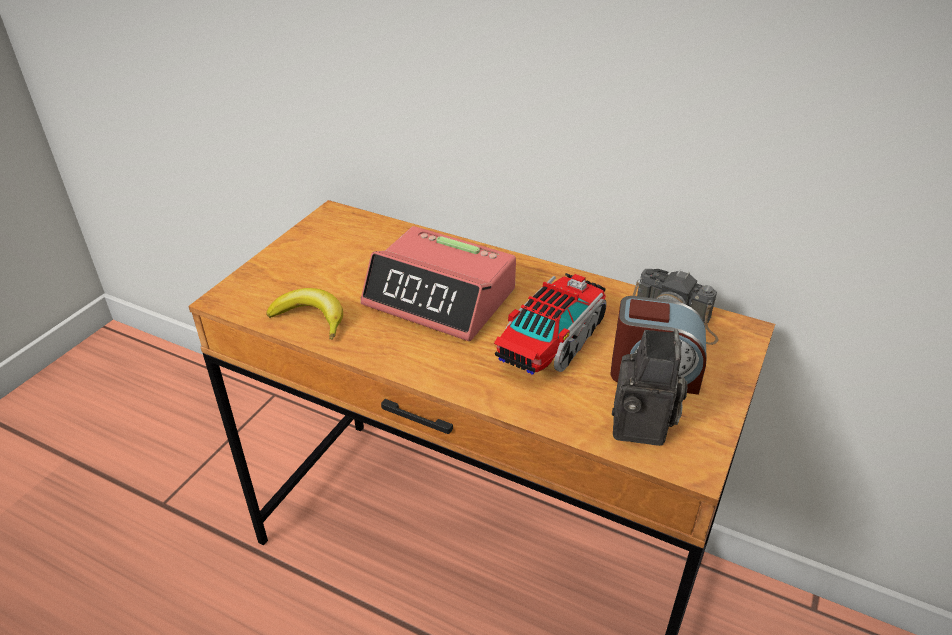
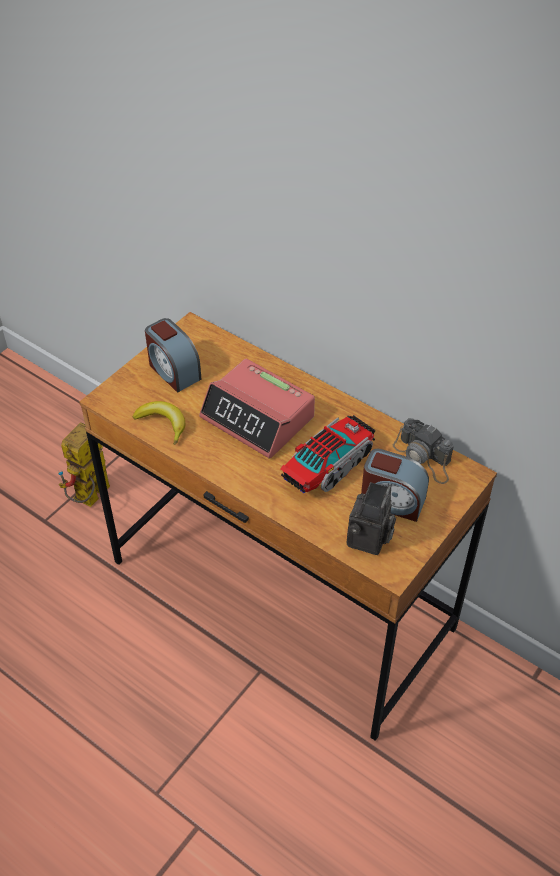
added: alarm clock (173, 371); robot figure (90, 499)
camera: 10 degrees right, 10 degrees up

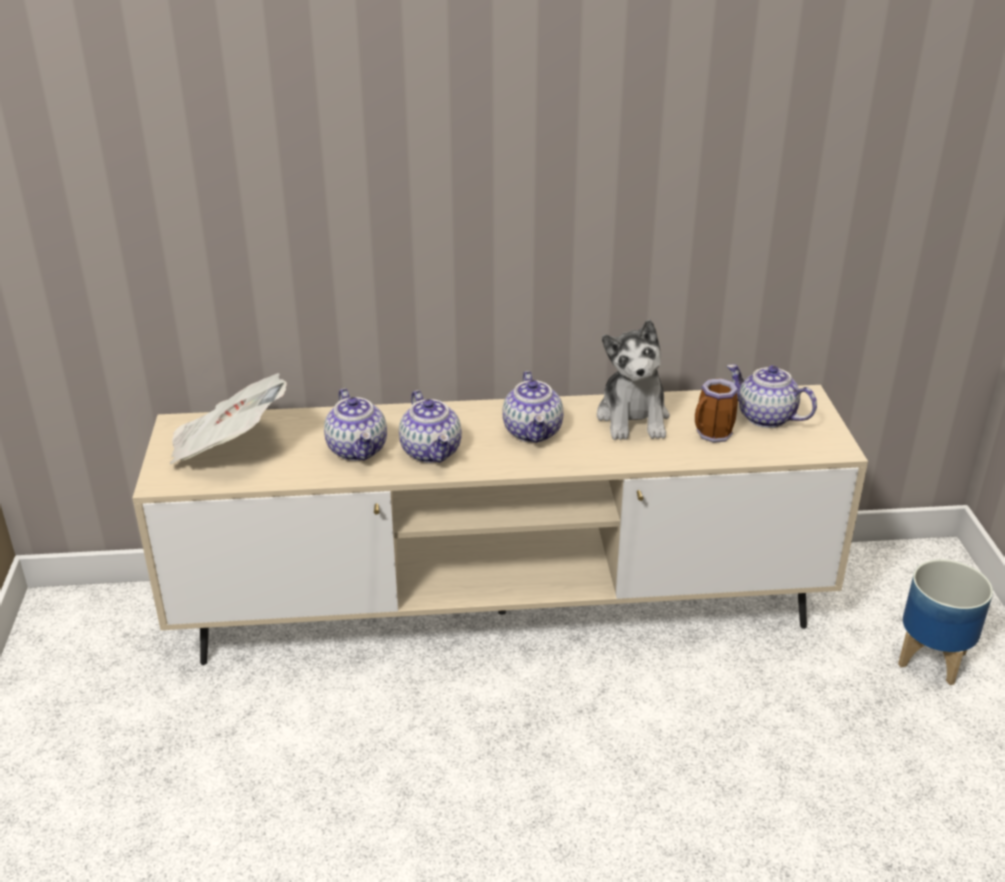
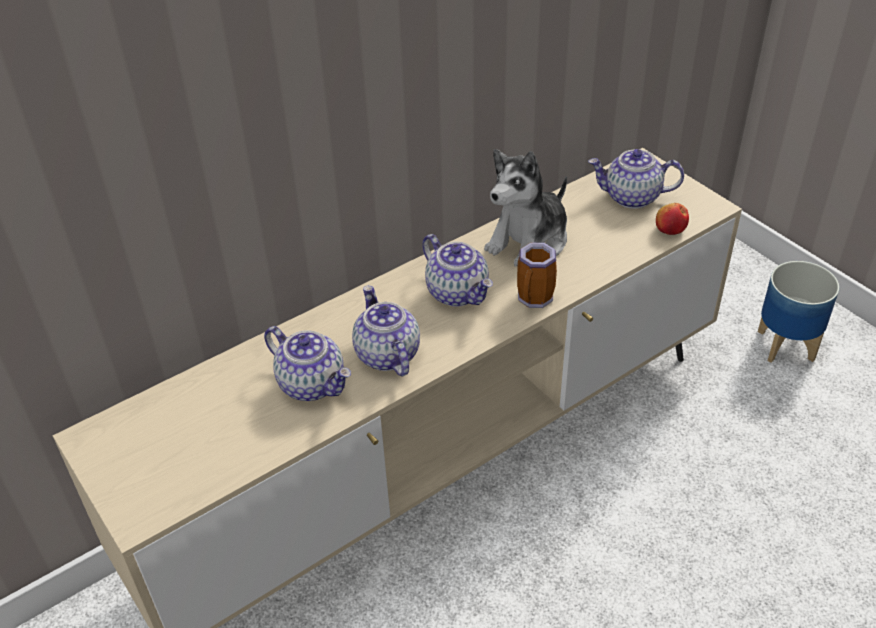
removed: newspaper (228, 447)
added: apple (670, 229)
moved: tea mug (712, 436) to (535, 300)
turned: plush toy (633, 418) = (529, 241) 75 degrees clockwise; tea pot (432, 452) = (386, 354) 150 degrees counterclockwise
camera: 30 degrees left, 10 degrees up

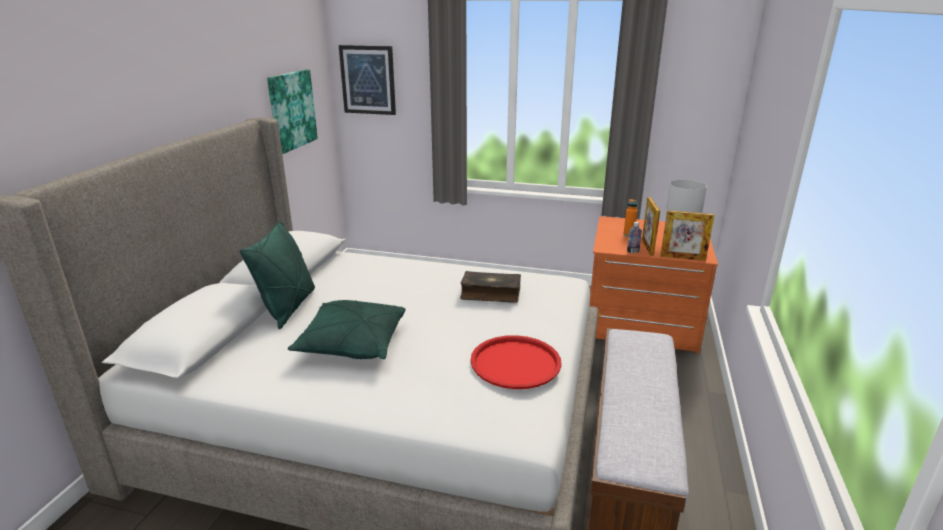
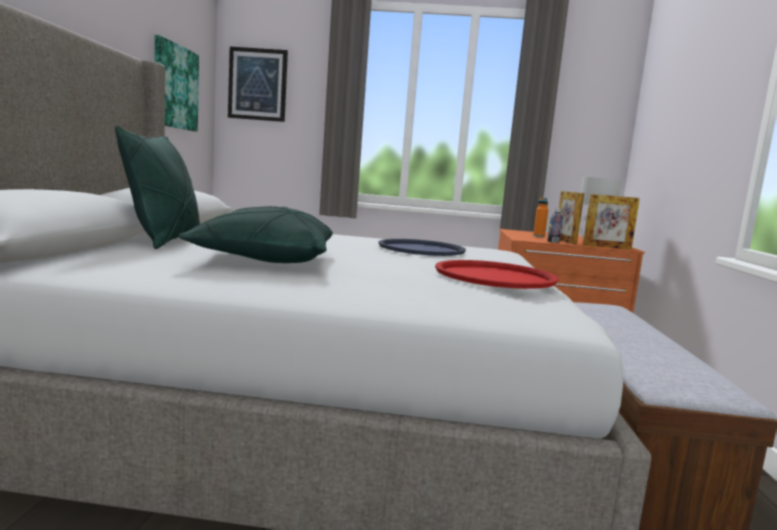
replaced: volume (490, 293) to blue-coloured serving tray (421, 249)
camera: 10 degrees left, 15 degrees down

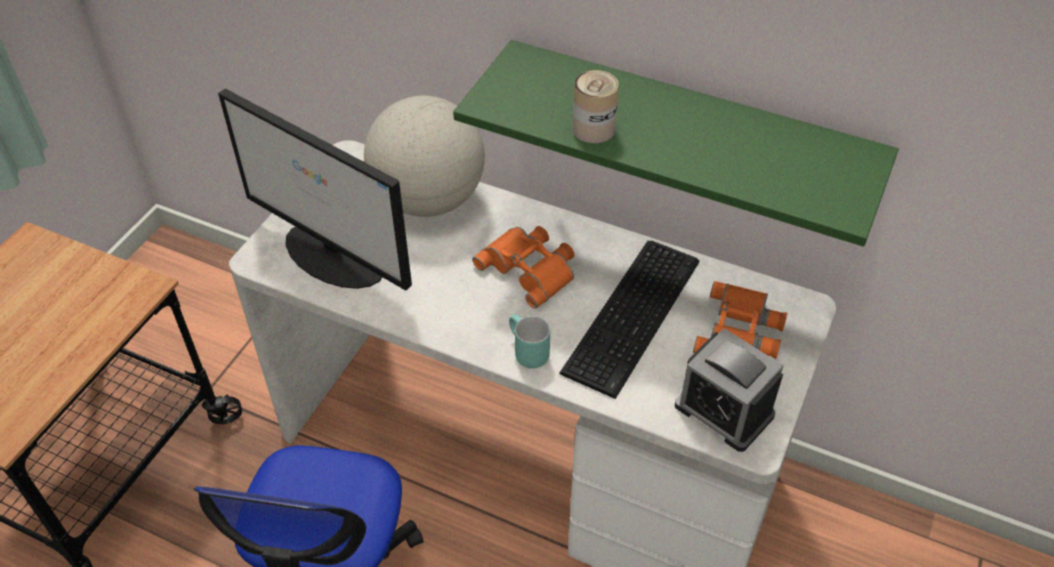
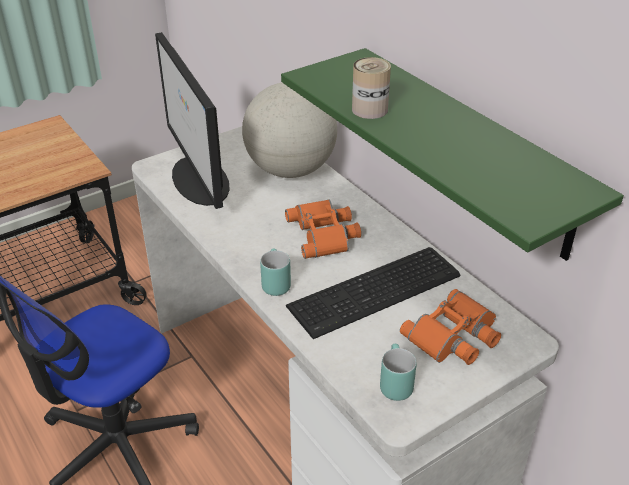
replaced: alarm clock (724, 410) to turquoise tea mug (393, 383)
camera: 30 degrees right, 10 degrees down

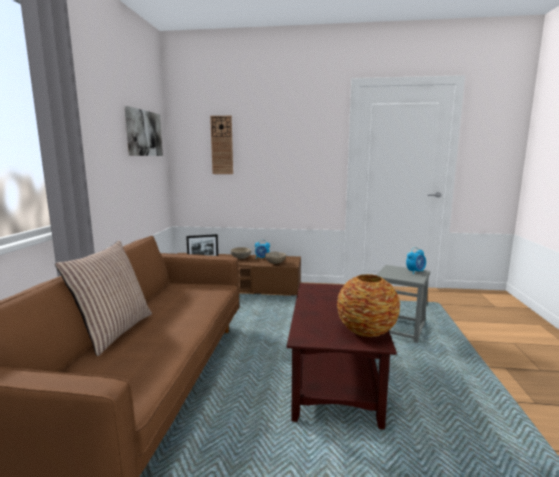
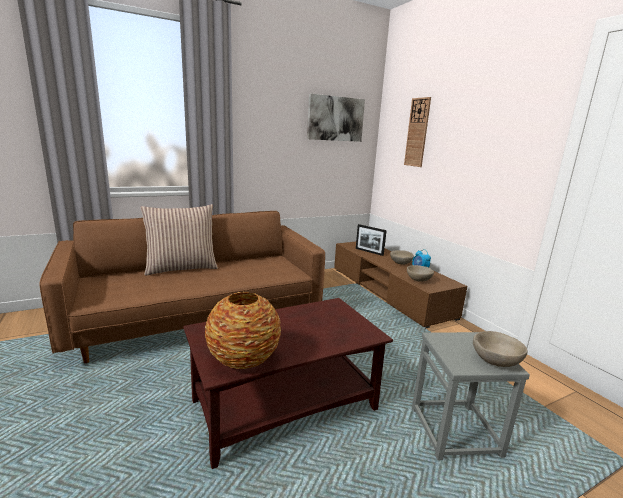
replaced: alarm clock (415, 272) to beige serving bowl (495, 361)
camera: 55 degrees right, 5 degrees up

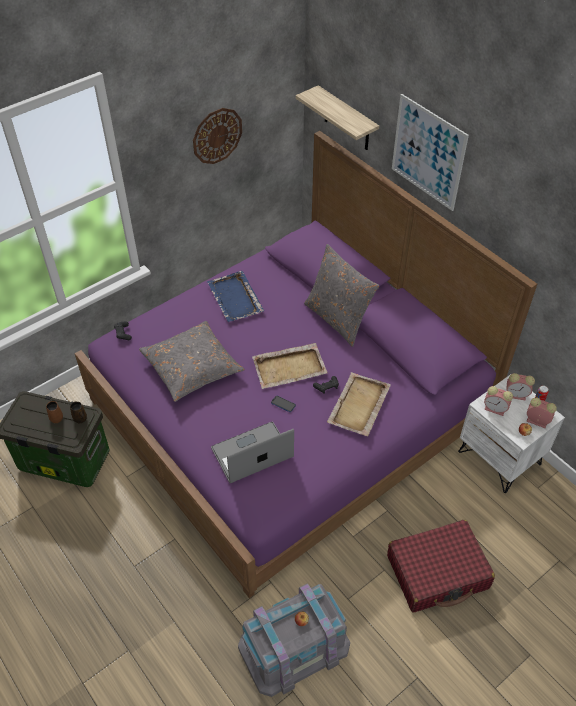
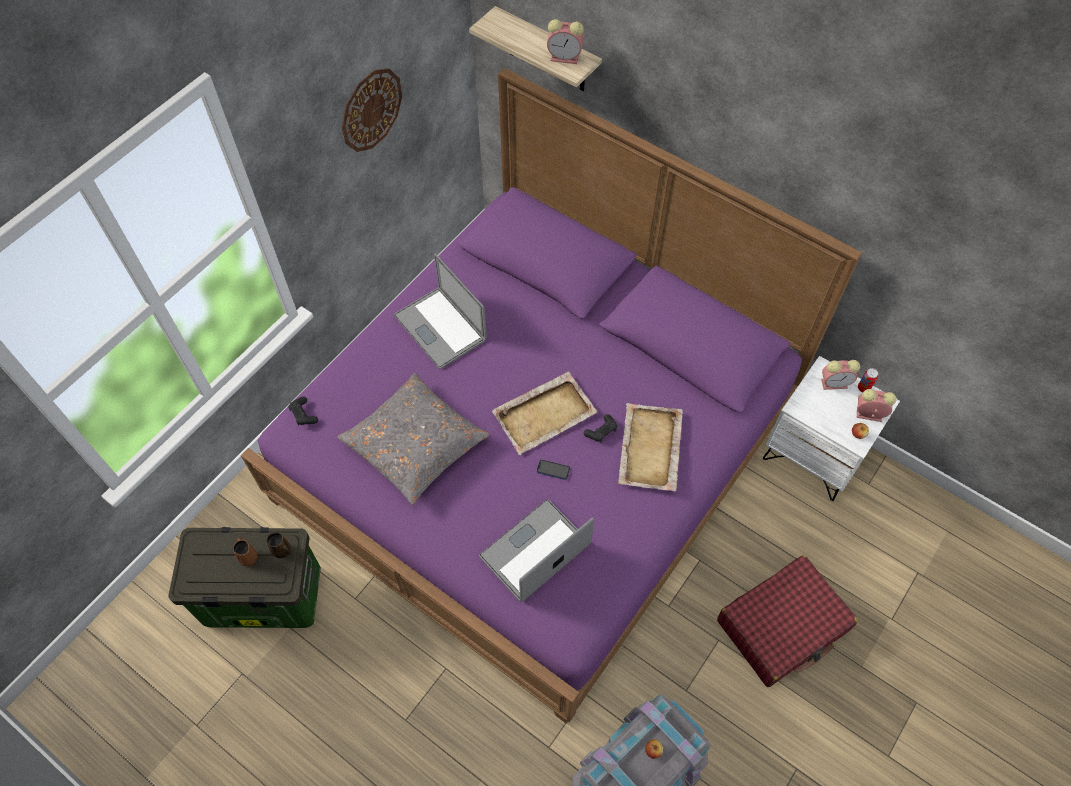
removed: wall art (428, 152); greyish pillow (338, 319)
moved: alarm clock (495, 409) to (566, 57)
replaced: blue-coloured serving tray (235, 298) to laptop (440, 327)
camera: 15 degrees left, 10 degrees up

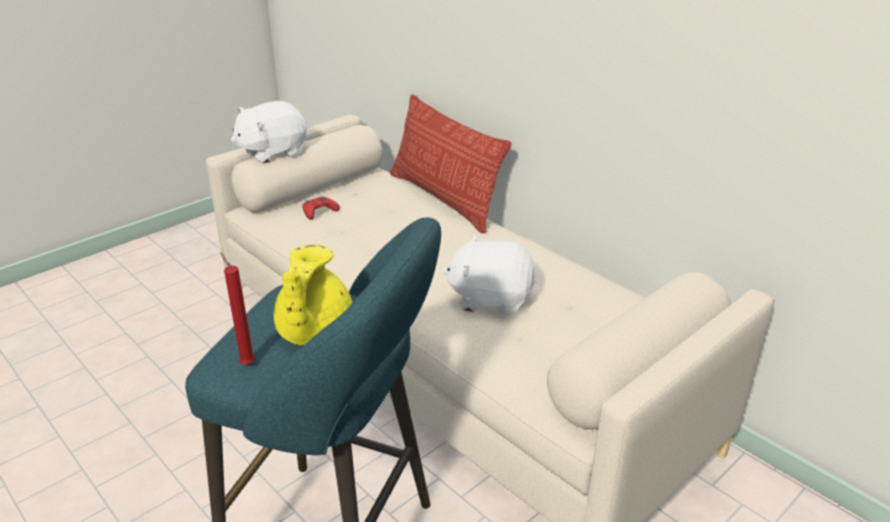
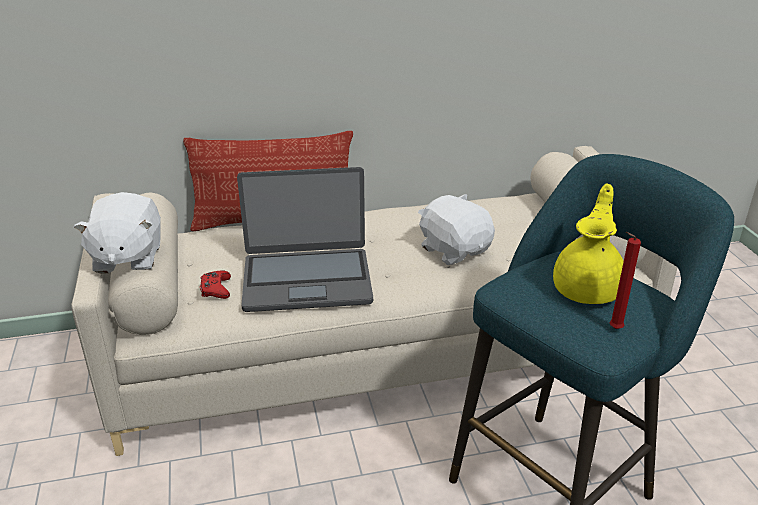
added: laptop (307, 280)
turned: white plush toy (491, 298) = (454, 250) 105 degrees clockwise; yellow tea pot (313, 333) = (588, 288) 105 degrees counterclockwise
camera: 60 degrees left, 0 degrees up

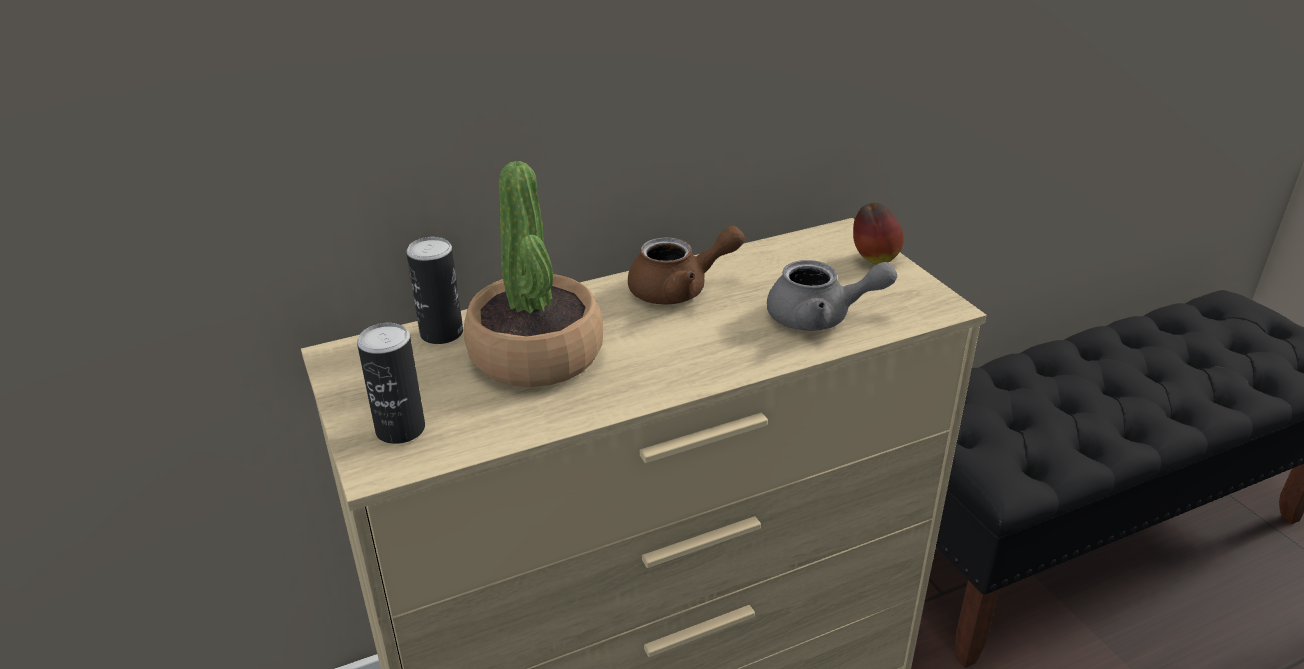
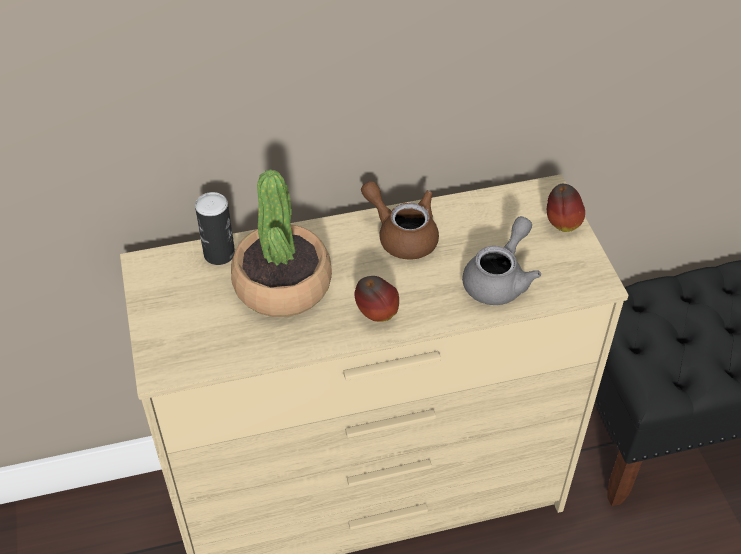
removed: can (400, 429)
added: apple (376, 315)
turned: brown-coloured tea pot (680, 289) = (402, 235) 135 degrees counterclockwise; greyish tea pot (820, 317) = (499, 279) 75 degrees counterclockwise
camera: 10 degrees right, 15 degrees up

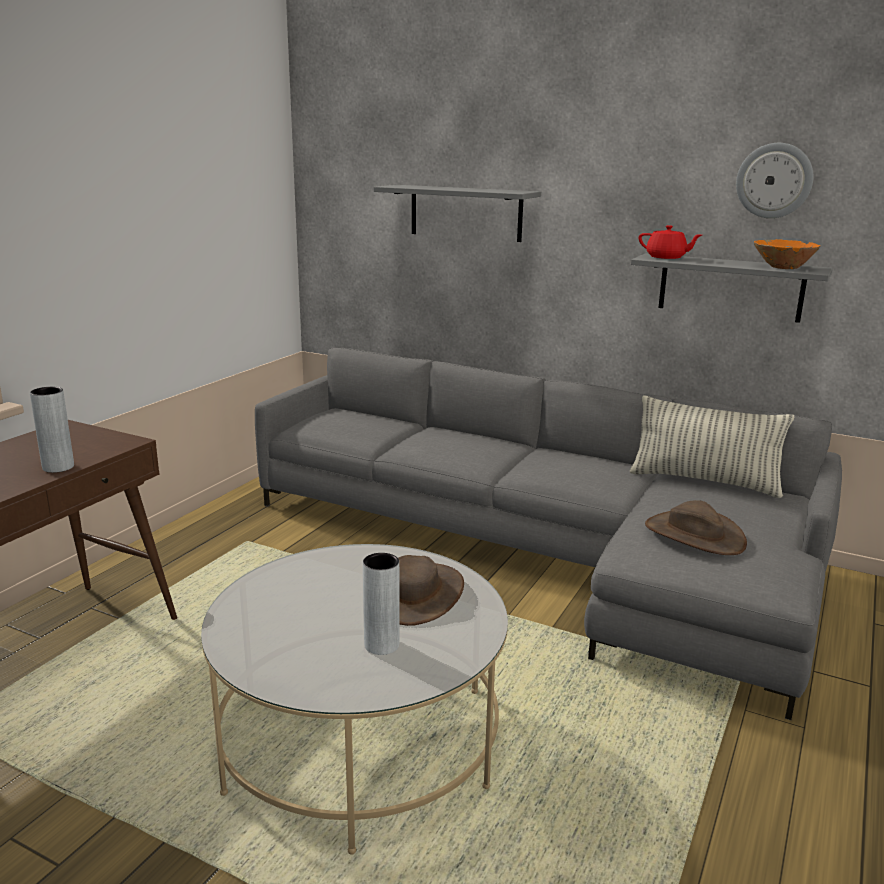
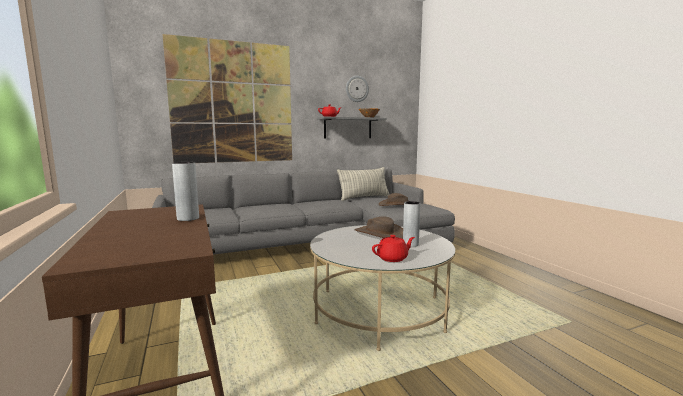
added: red tea pot (393, 258)
replaced: greyish shelf (465, 213) to wall art (233, 103)
camera: 50 degrees left, 10 degrees down

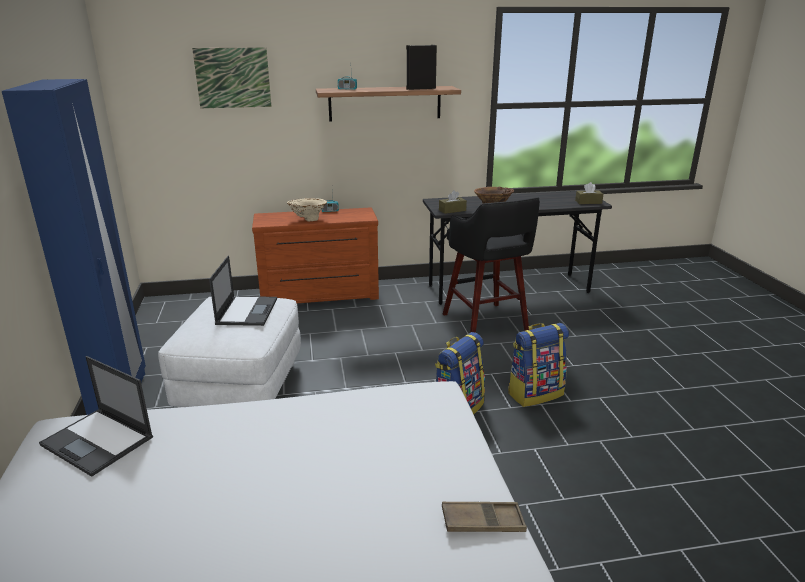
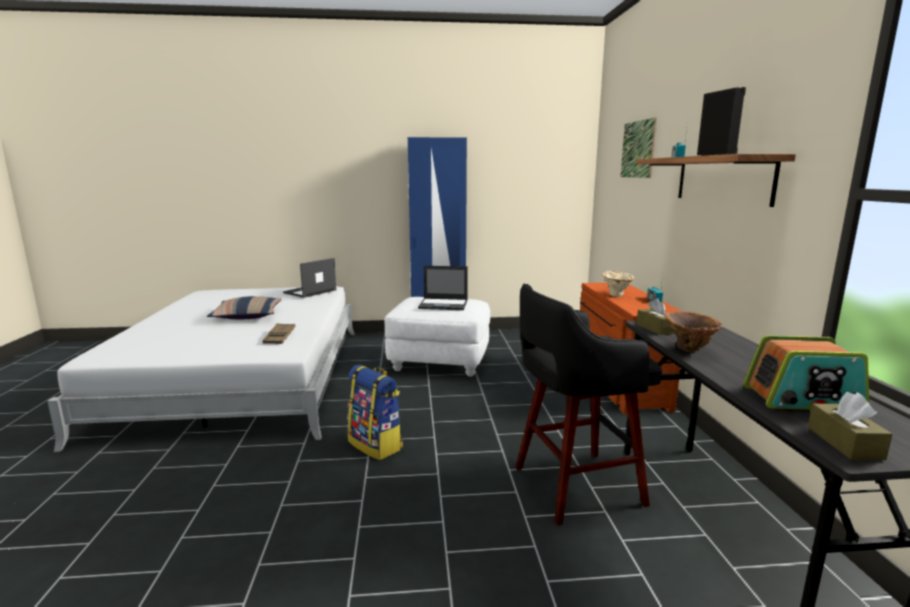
removed: backpack (535, 393)
added: pillow (247, 316); radio (803, 399)
moved: brown-coloured serving tray (482, 522) to (279, 337)
camera: 95 degrees right, 10 degrees down

